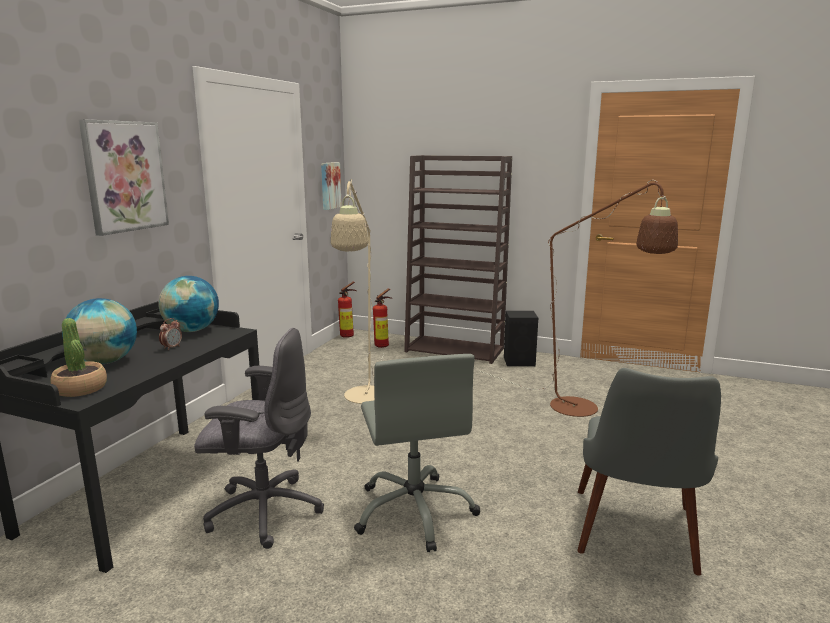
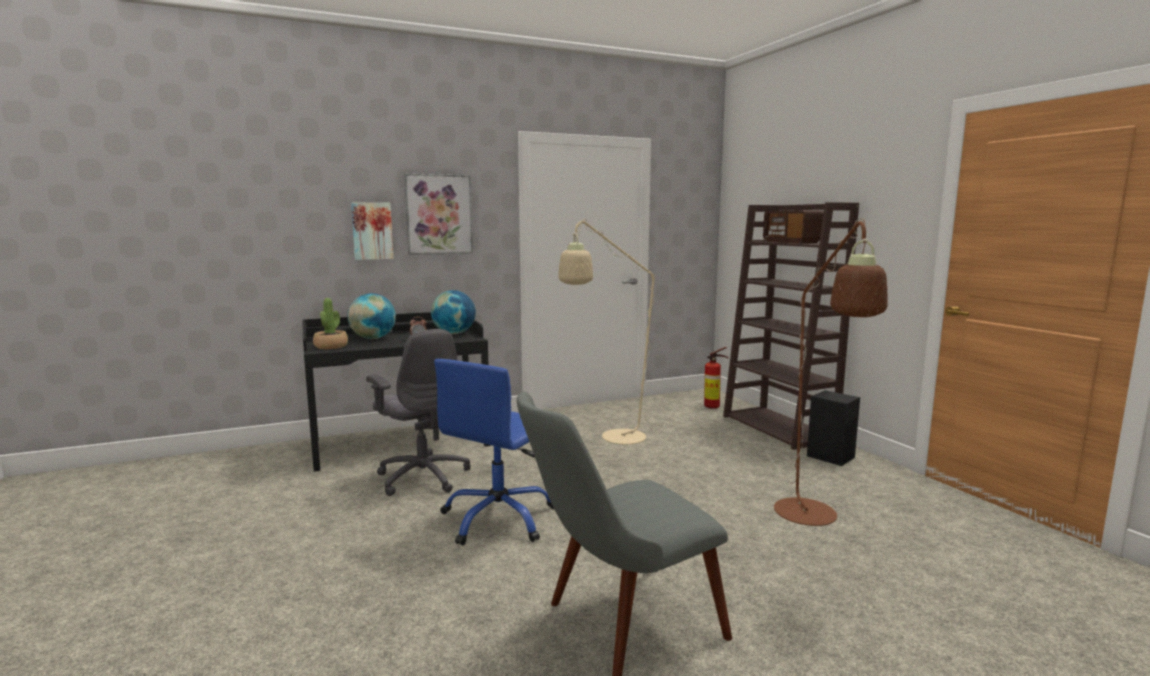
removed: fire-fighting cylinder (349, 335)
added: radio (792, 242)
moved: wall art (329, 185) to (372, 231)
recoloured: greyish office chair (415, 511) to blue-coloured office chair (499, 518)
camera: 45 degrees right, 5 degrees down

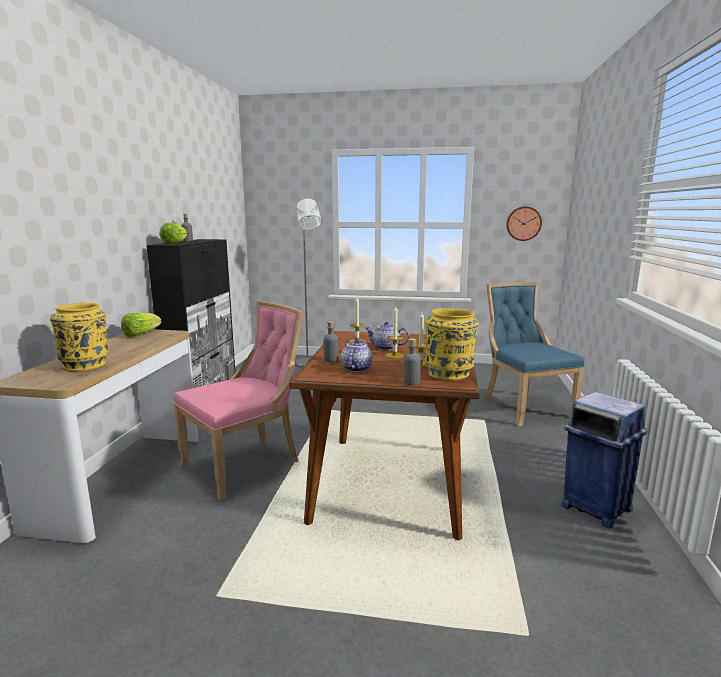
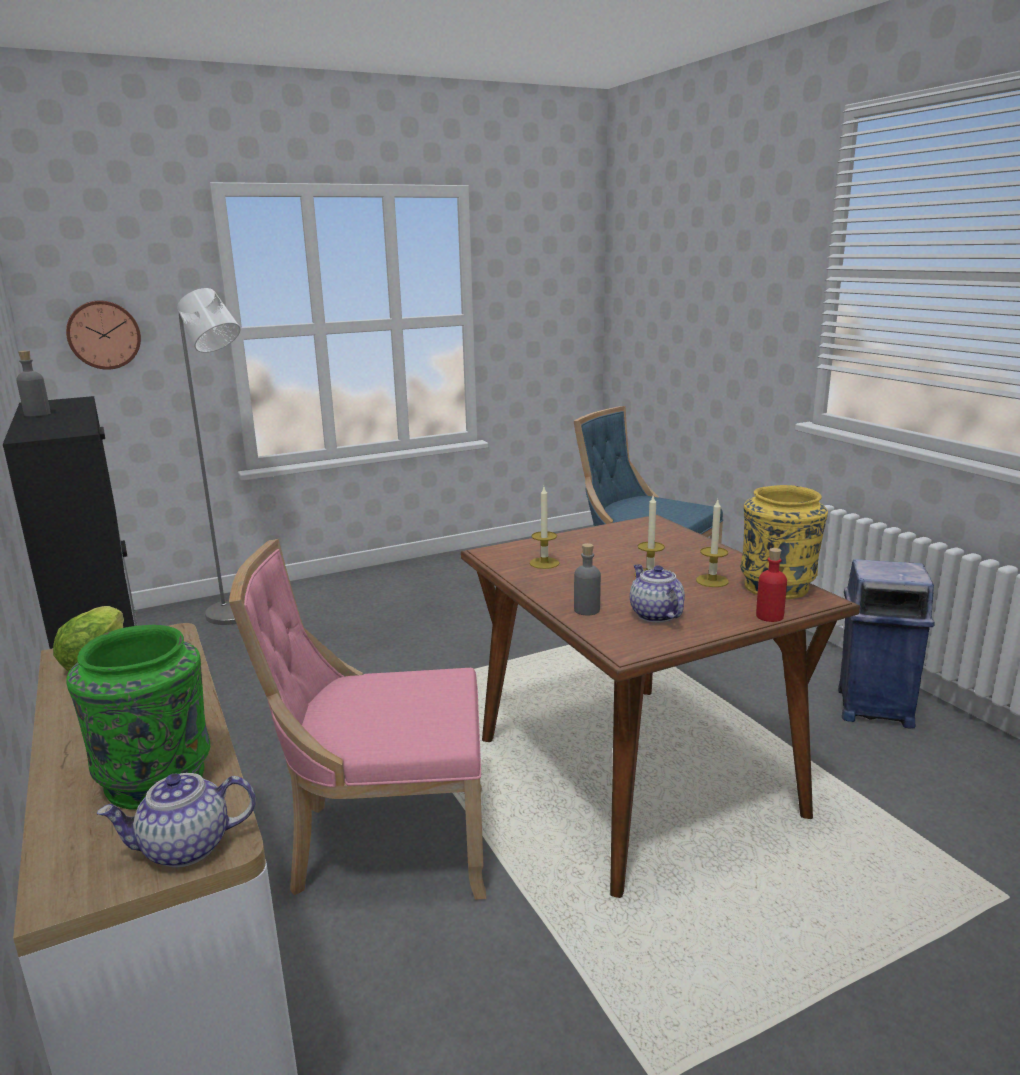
removed: head of lettuce (175, 243)
moved: wall clock (523, 223) to (104, 334); tea pot (385, 348) to (185, 848)
recoloured: yellow flower vase (85, 365) to greenish flower vase (156, 778); greyish bottle (411, 383) to red bottle (769, 616)
turned: pink-coloured plain chair (246, 463) = (384, 843) 105 degrees counterclockwise
camera: 35 degrees left, 5 degrees up

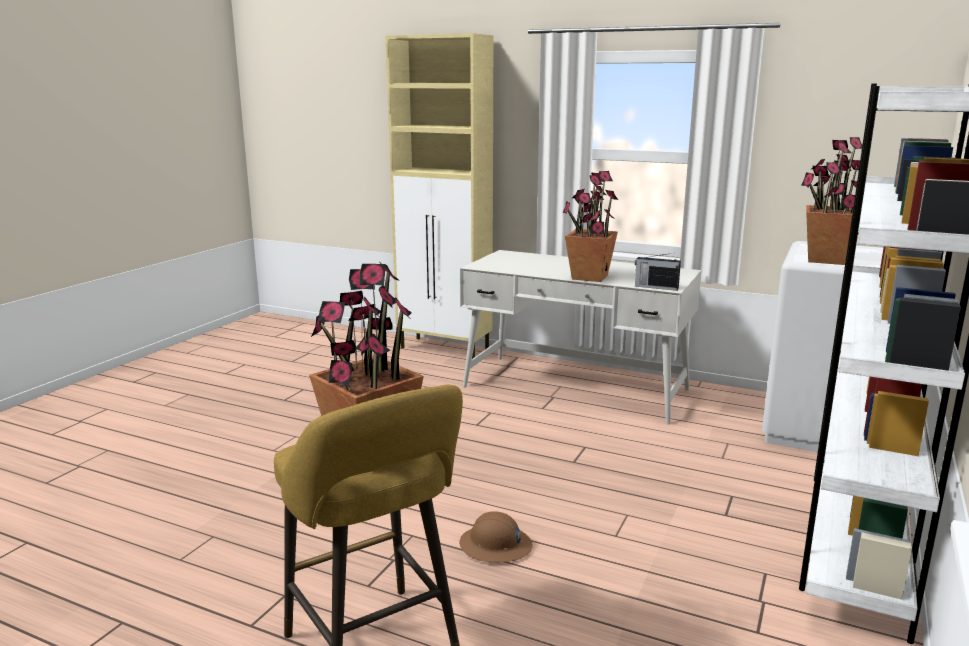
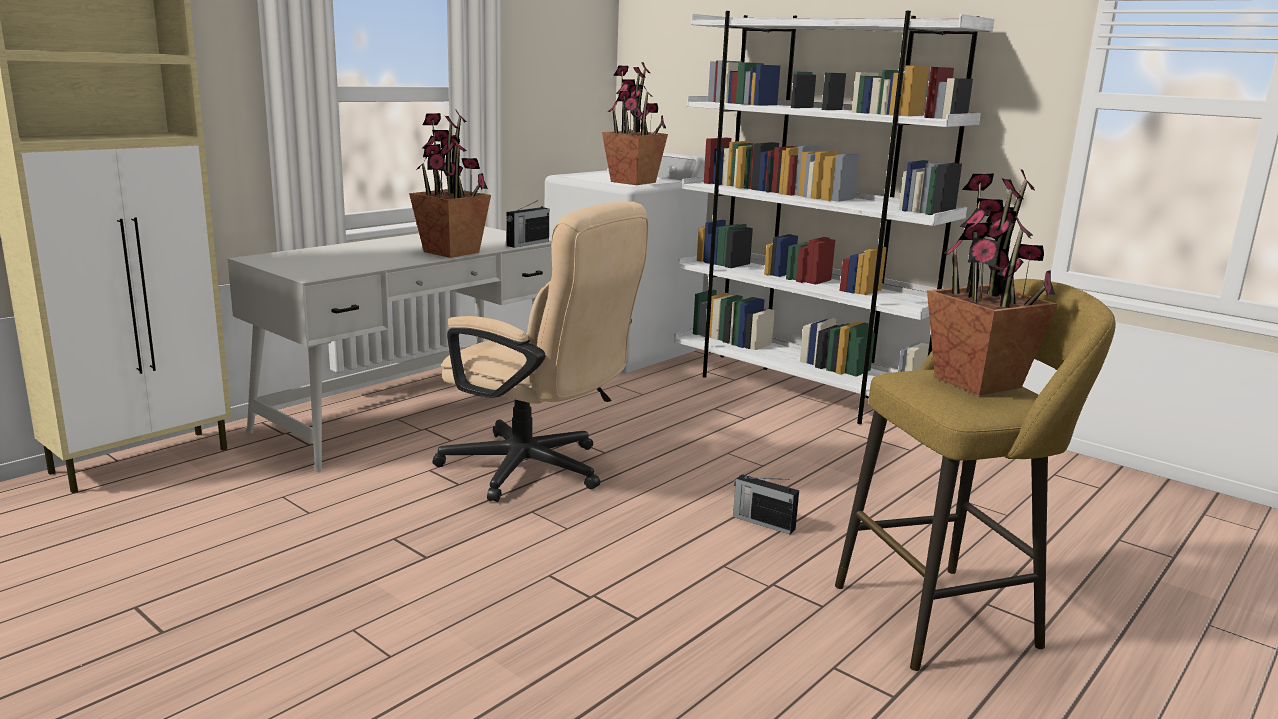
added: beige office chair (537, 471)
replaced: brown-coloured safety helmet (495, 546) to radio (762, 522)
camera: 75 degrees left, 0 degrees up

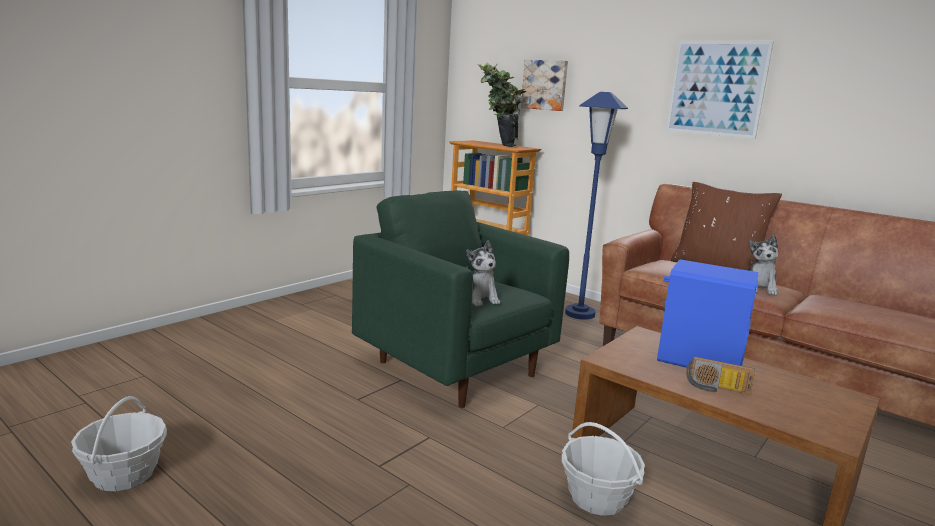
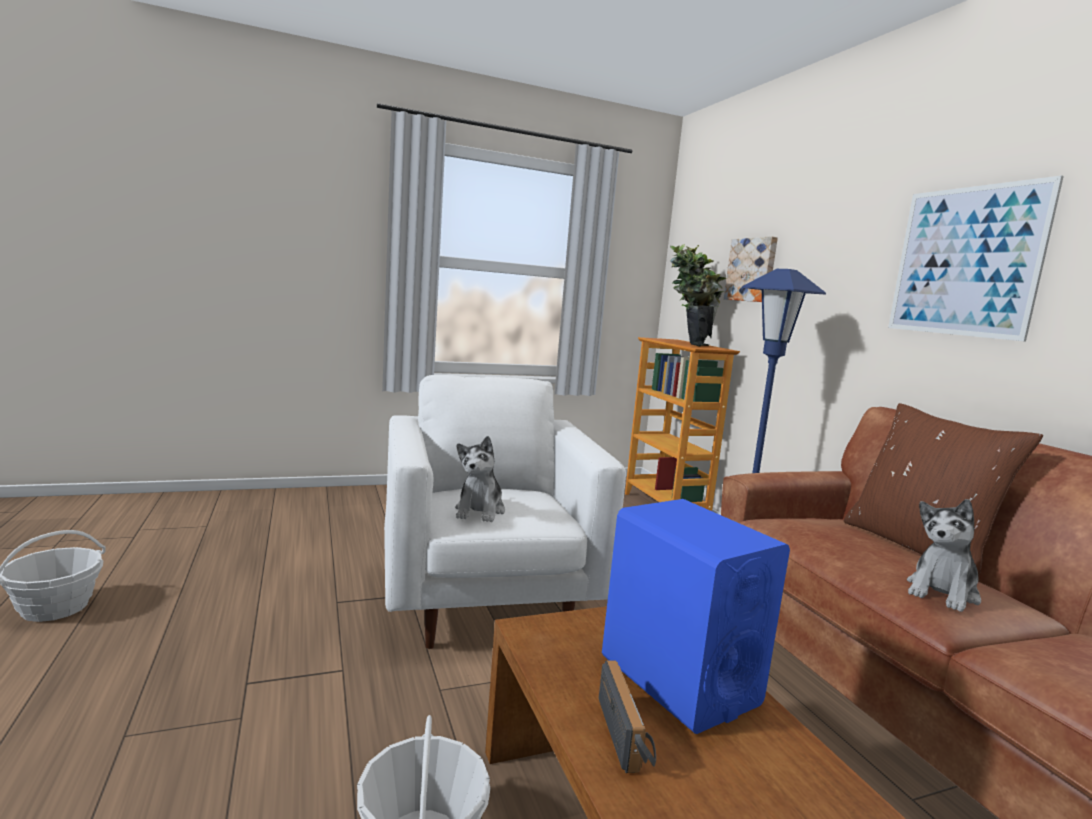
recoloured: greenish easy chair (455, 368) to white easy chair (486, 599)
turned: radio (716, 389) = (629, 736) 150 degrees counterclockwise
camera: 30 degrees right, 5 degrees down

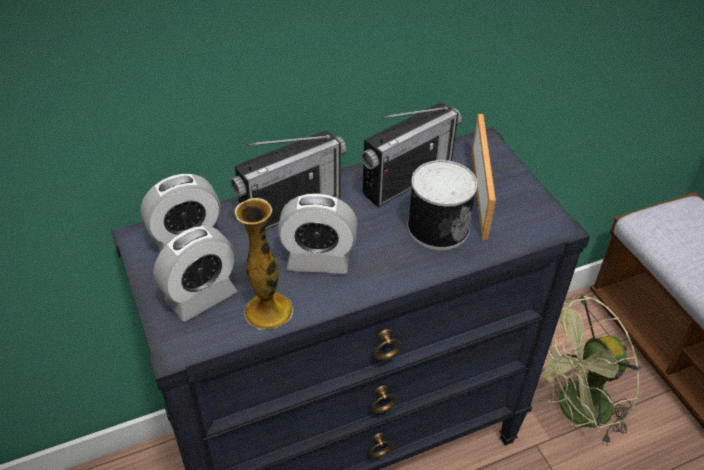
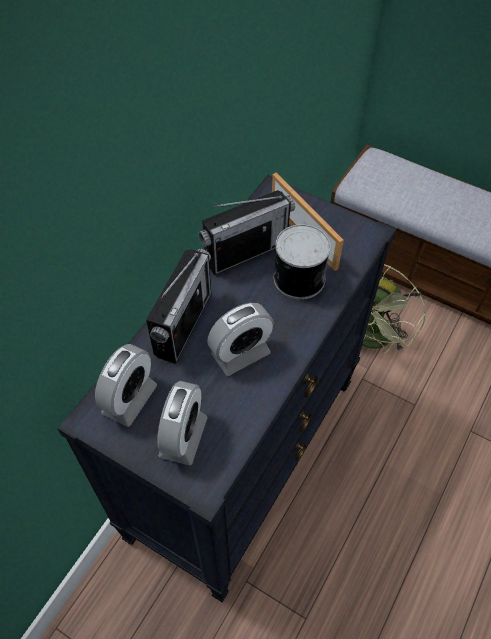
removed: flower vase (268, 310)
turned: radio (407, 180) = (246, 252) 45 degrees clockwise
camera: 35 degrees left, 10 degrees up

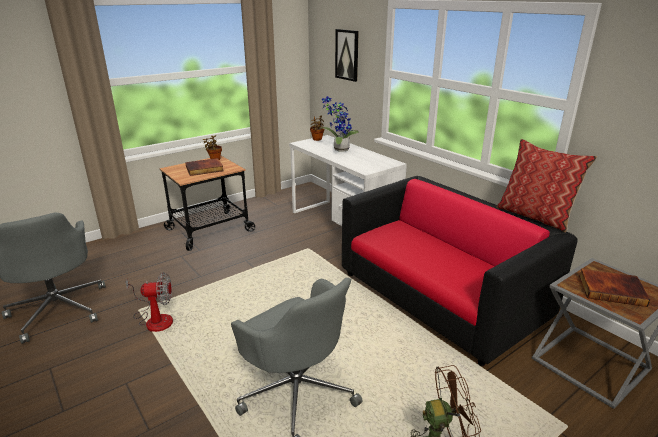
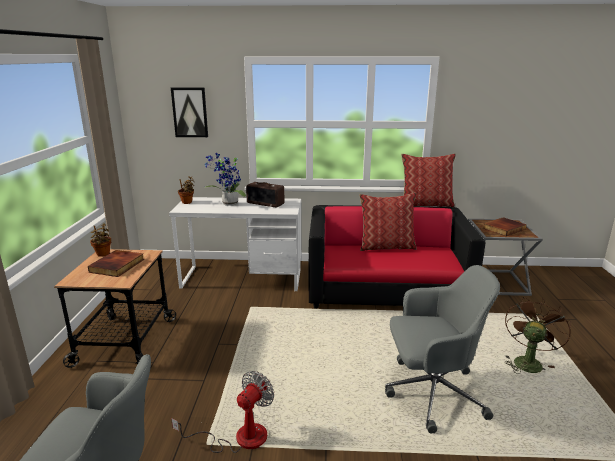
added: radio (266, 203); pillow (386, 246)
camera: 50 degrees left, 5 degrees down

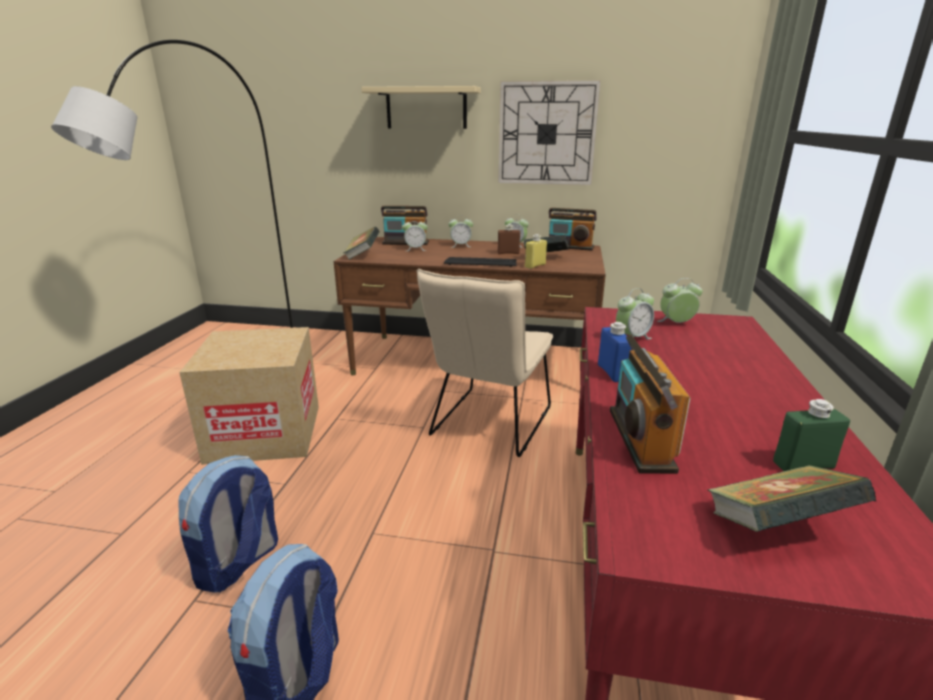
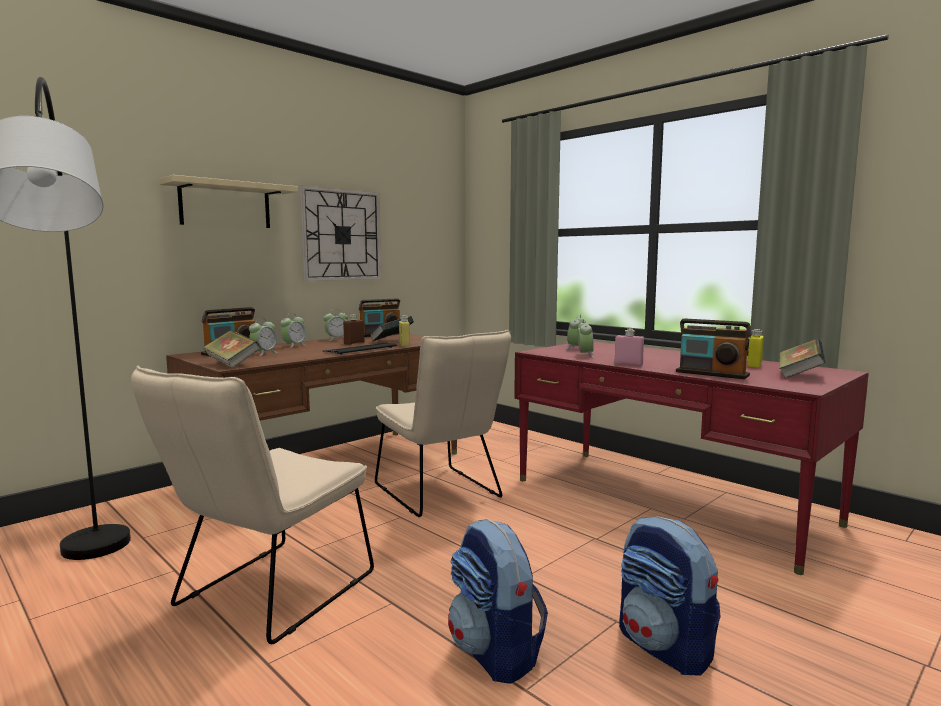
replaced: cardboard box (265, 433) to beige plain chair (267, 595)
recoloured: blue-coloured bottle (612, 373) to pink-coloured bottle (628, 364); greenish bottle (803, 465) to yellow bottle (754, 365)
camera: 55 degrees left, 15 degrees down

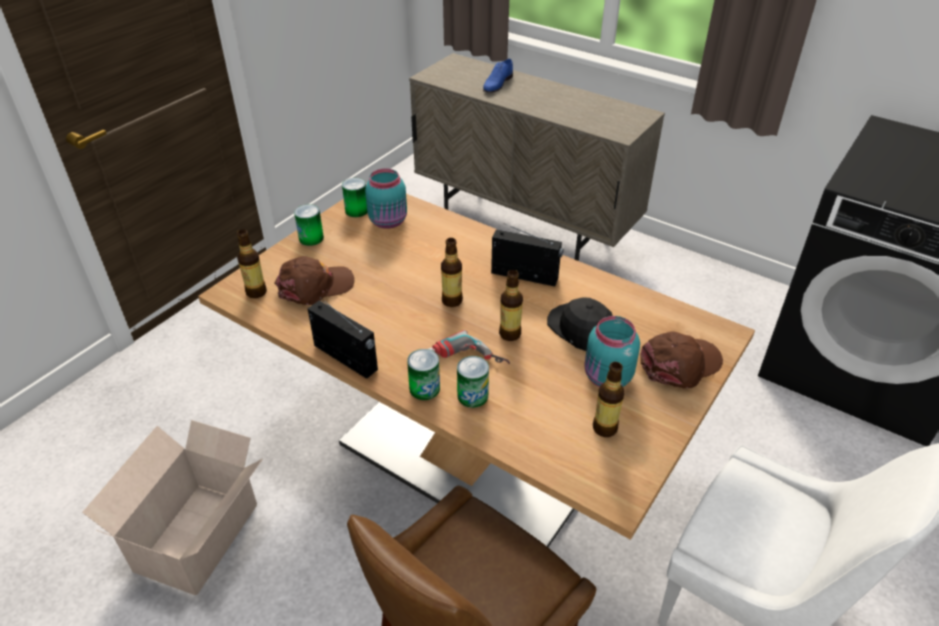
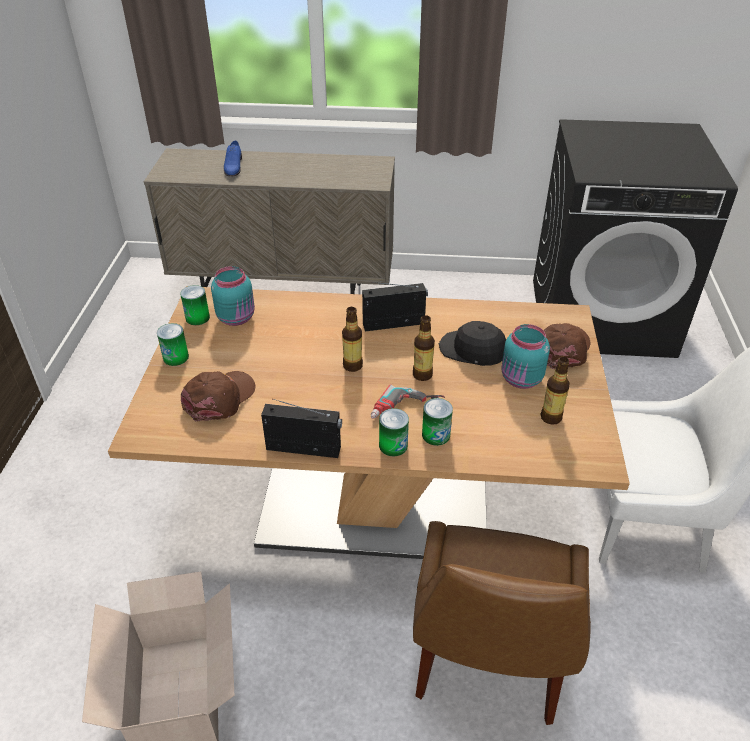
removed: bottle (256, 292)
camera: 30 degrees left, 0 degrees up

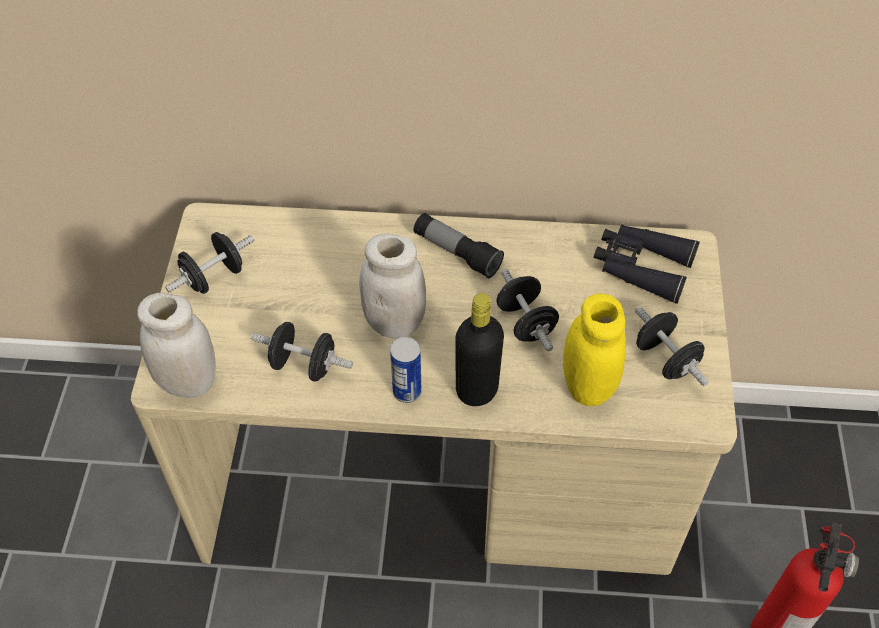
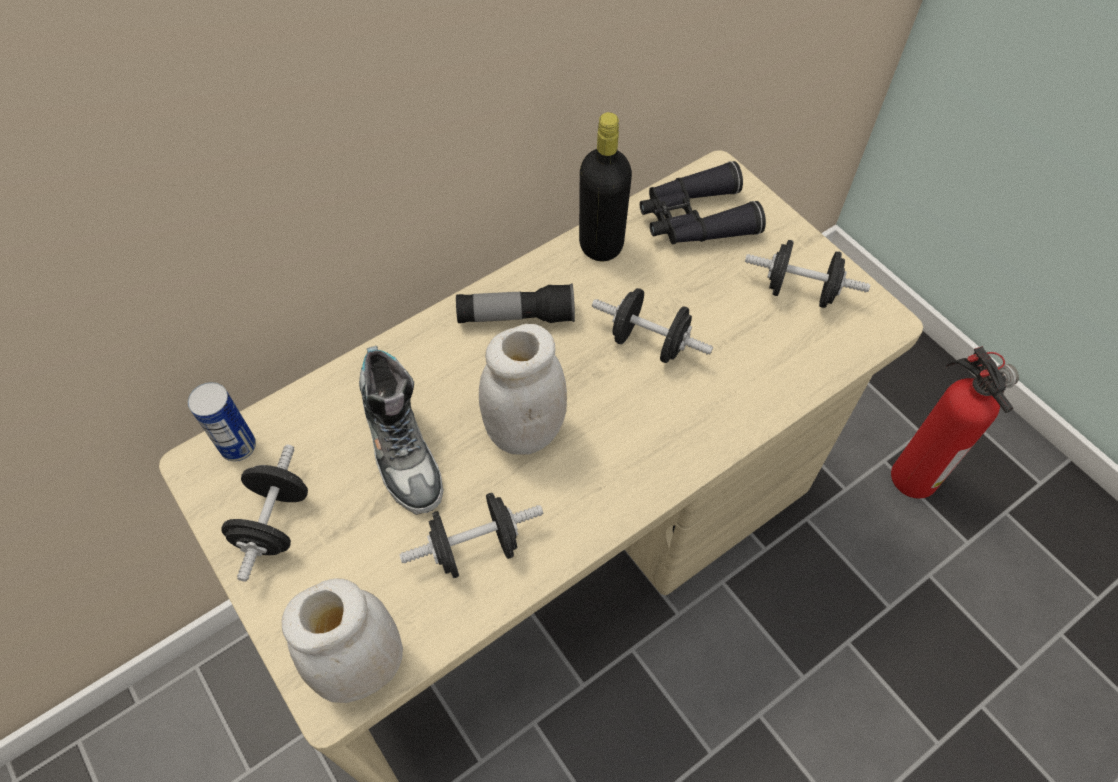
removed: yellow preserve jar (588, 386)
added: item of footwear (403, 448)
moved: black bottle (476, 389) to (601, 245); can (407, 391) to (238, 446)
camera: 40 degrees left, 5 degrees up

